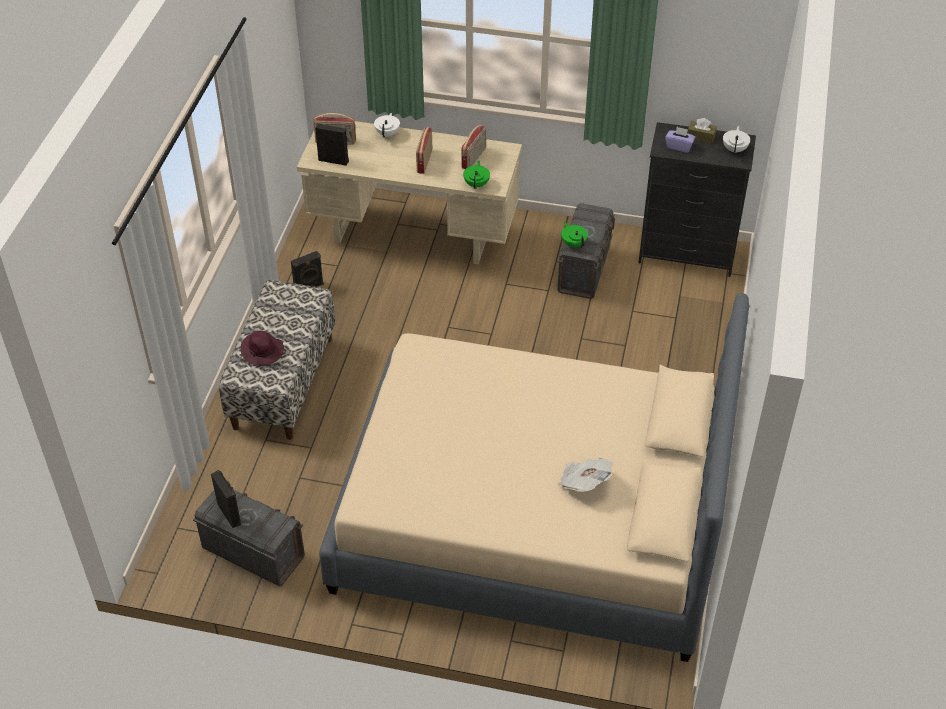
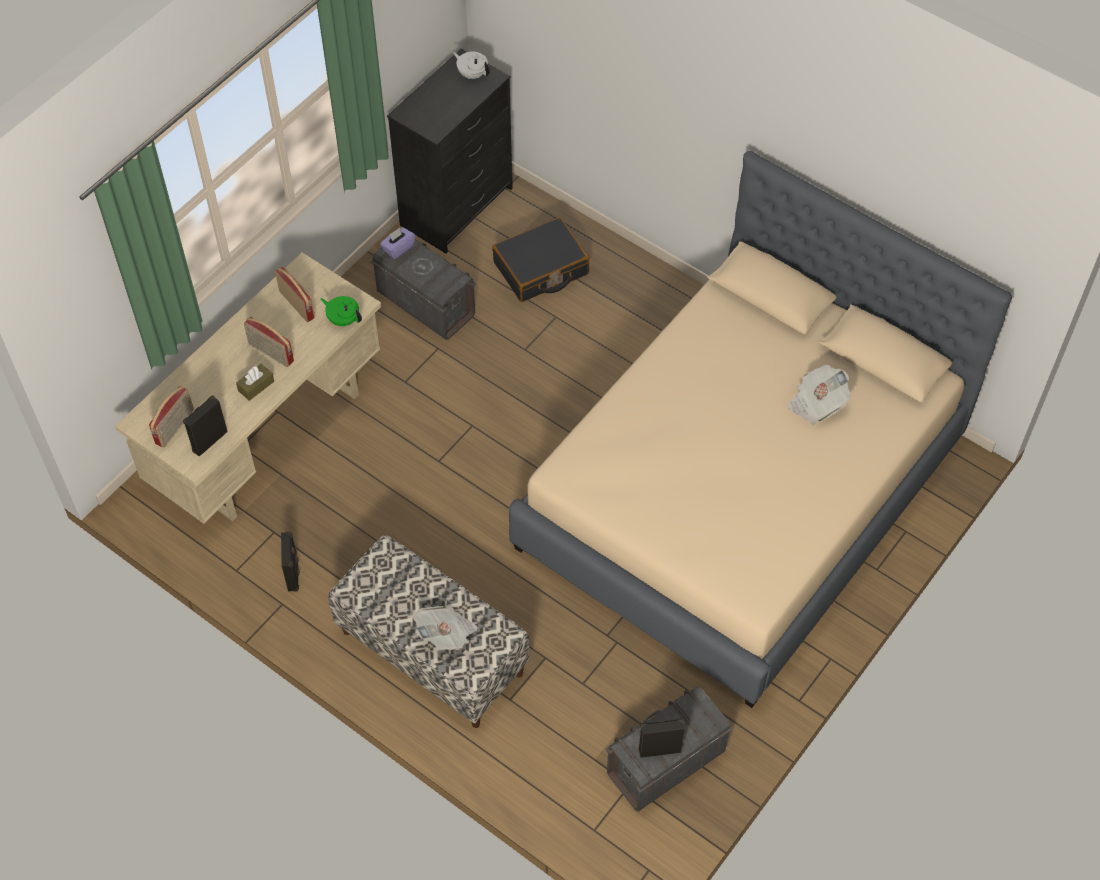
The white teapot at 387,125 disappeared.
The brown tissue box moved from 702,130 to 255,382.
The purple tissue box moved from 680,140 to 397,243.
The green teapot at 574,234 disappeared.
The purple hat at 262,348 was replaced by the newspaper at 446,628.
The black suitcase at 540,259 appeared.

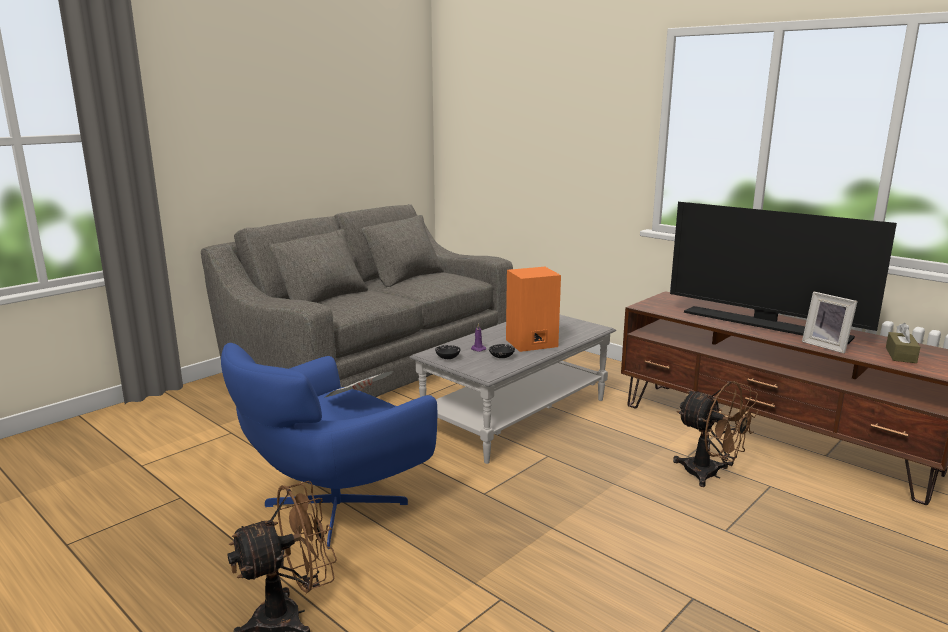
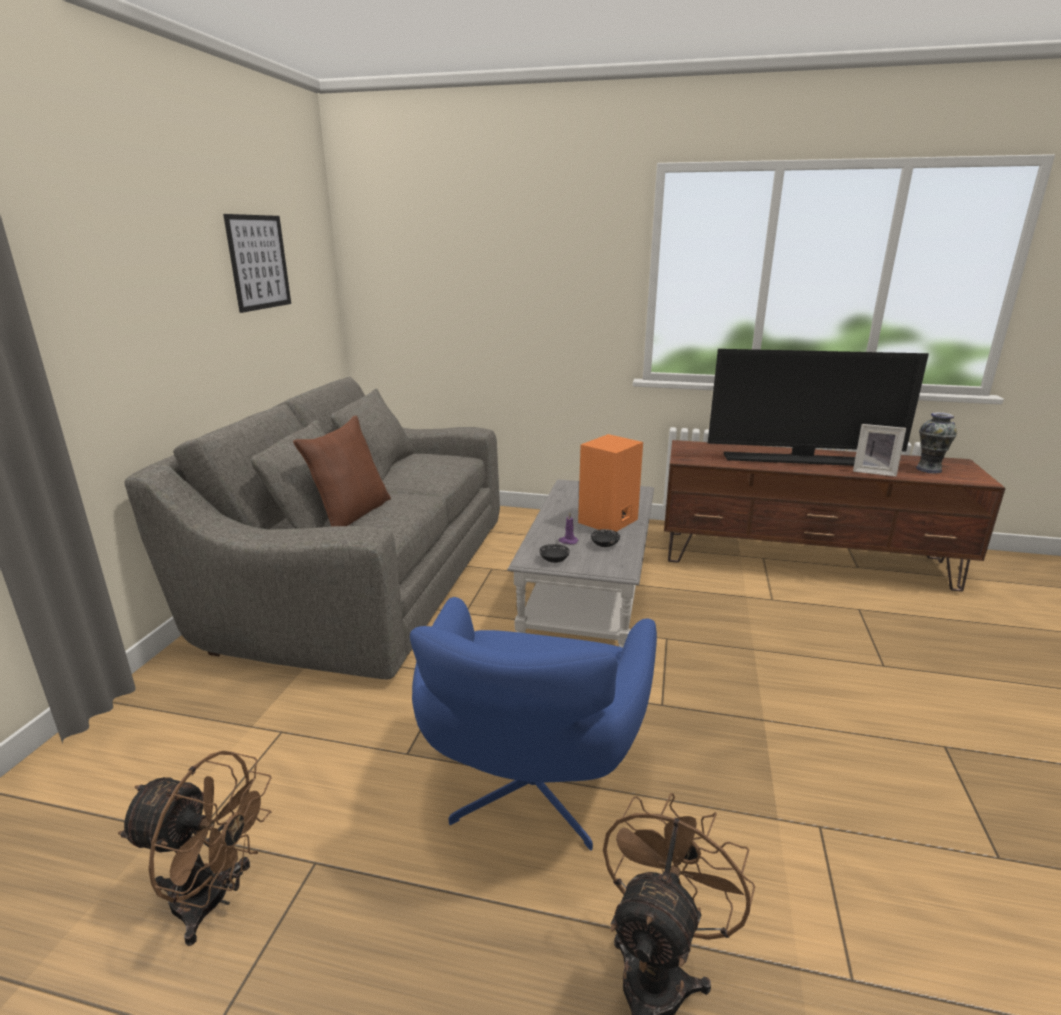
The brown tissue box at 903,343 was replaced by the vase at 936,442.
The newspaper at 359,384 disappeared.
The brown fan moved from 716,434 to 195,848.
The picture at 257,263 appeared.
The brown pillow at 342,471 appeared.

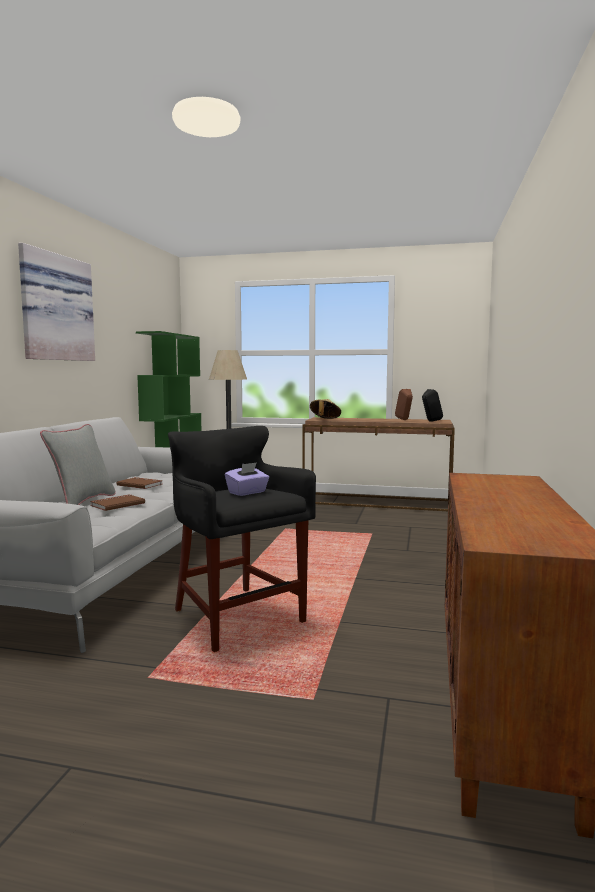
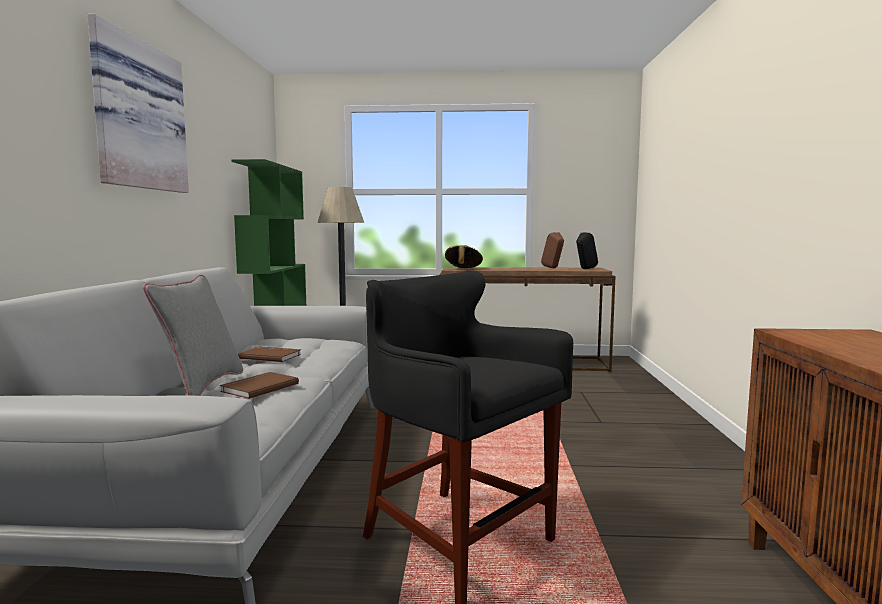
The purple tissue box at 247,479 disappeared.

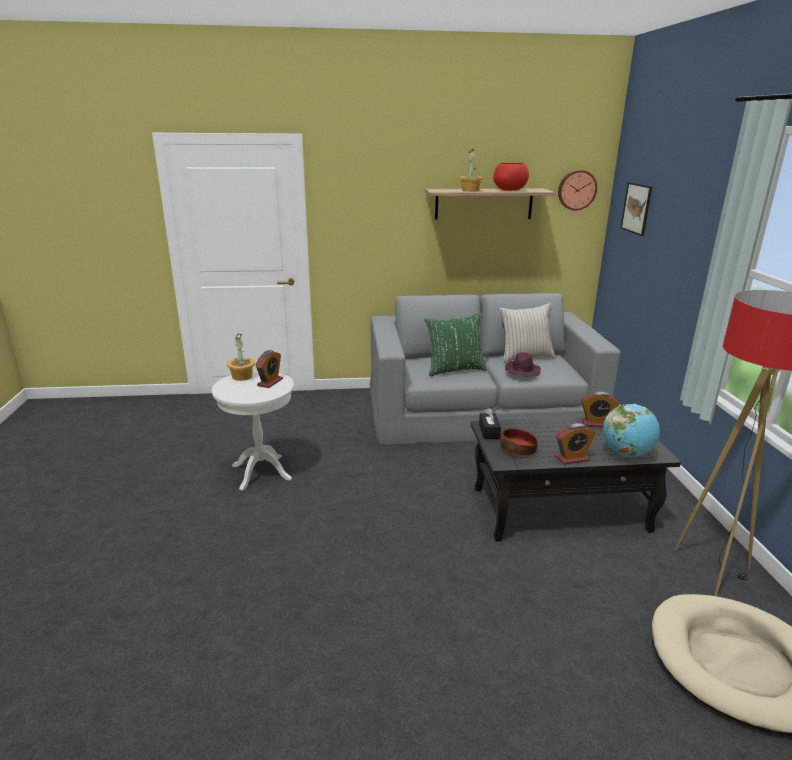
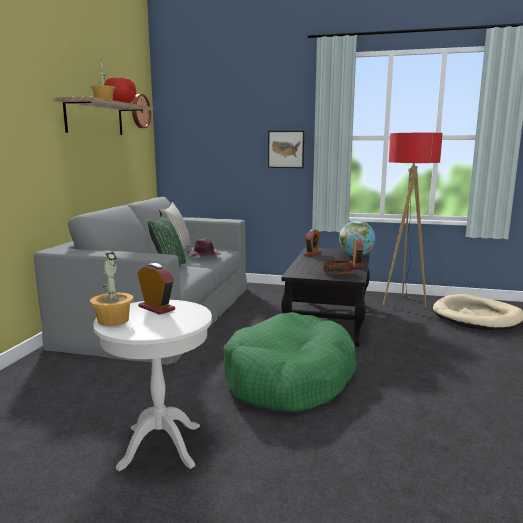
The picture moved from 636,209 to 286,149.
The black tissue box at 490,423 disappeared.
The green dog bed at 290,362 appeared.

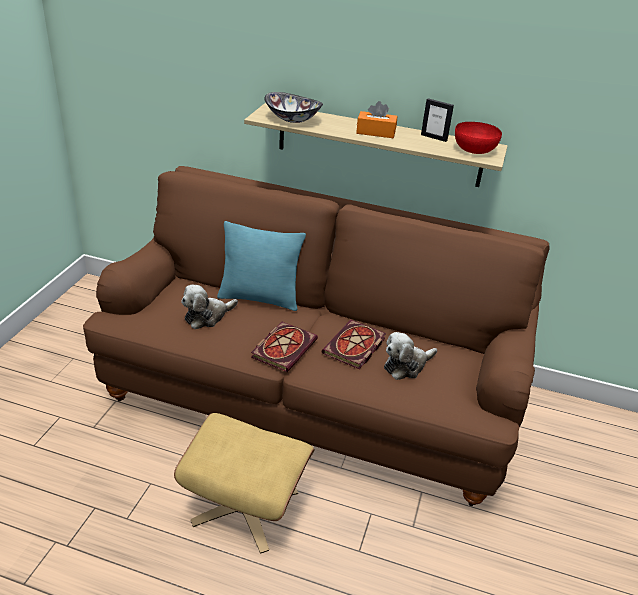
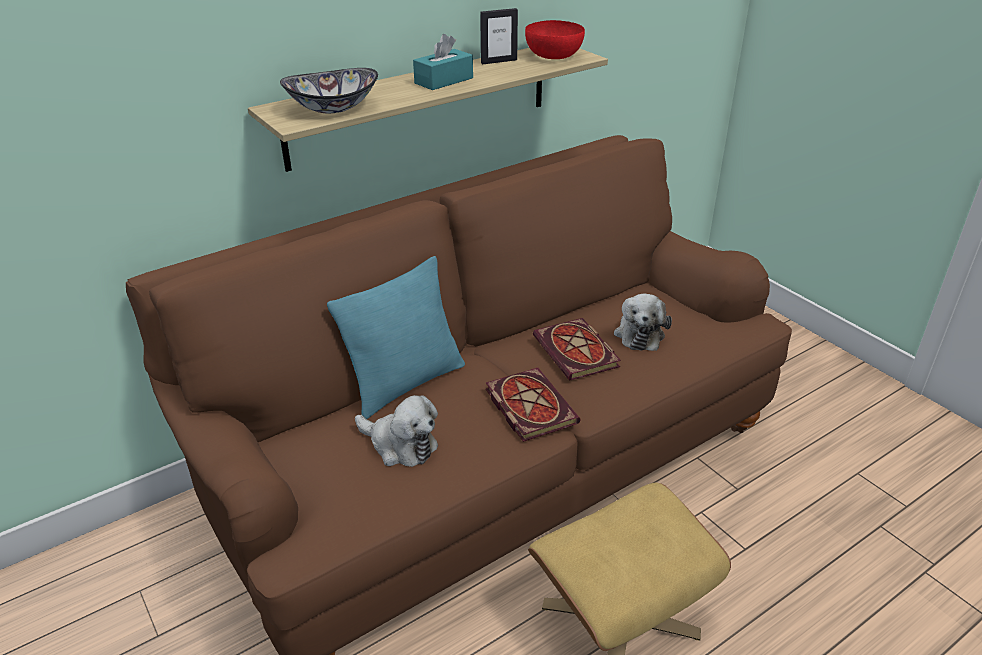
The orange tissue box at 376,119 became the turquoise tissue box at 443,62.
The plush toy at 209,306 turned 60 degrees counterclockwise.

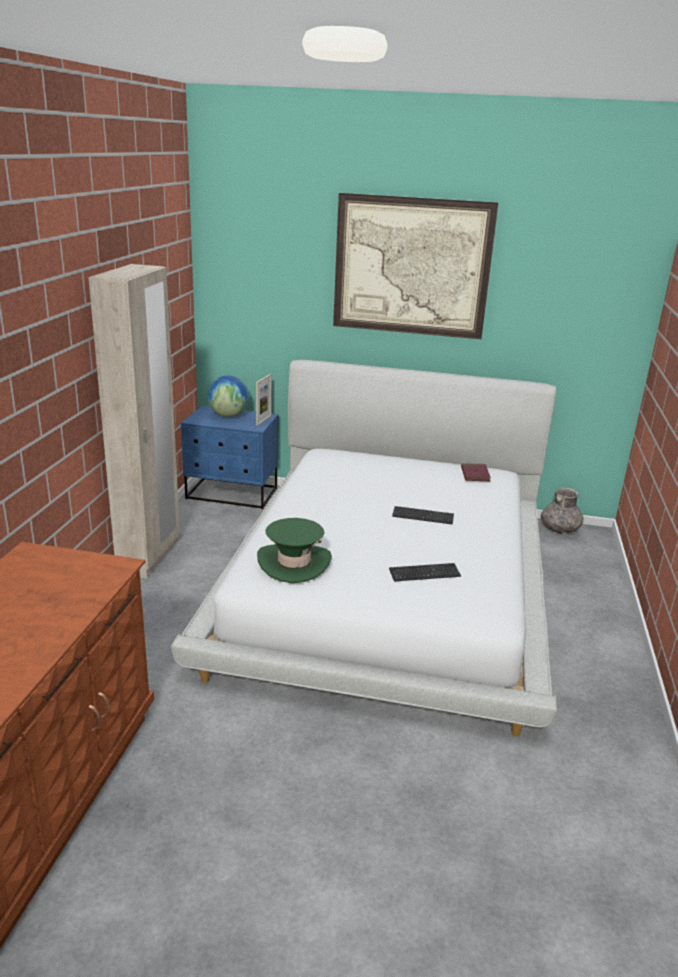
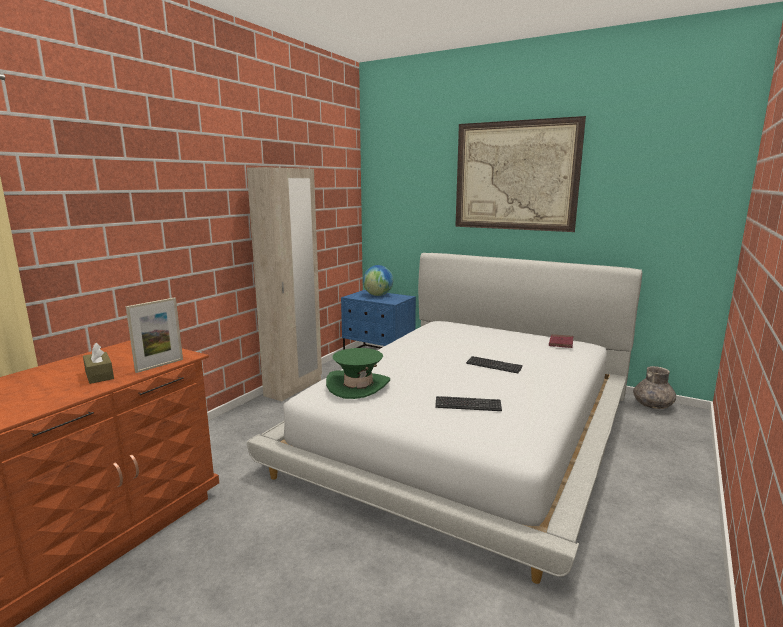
The picture frame moved from 264,400 to 154,335.
The brown tissue box at 98,363 appeared.

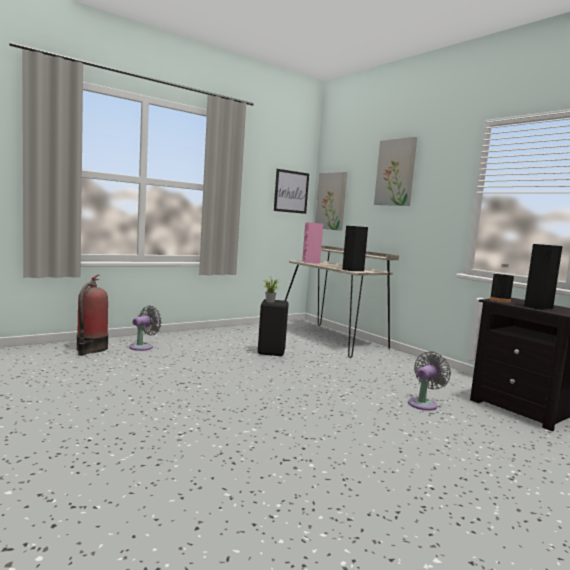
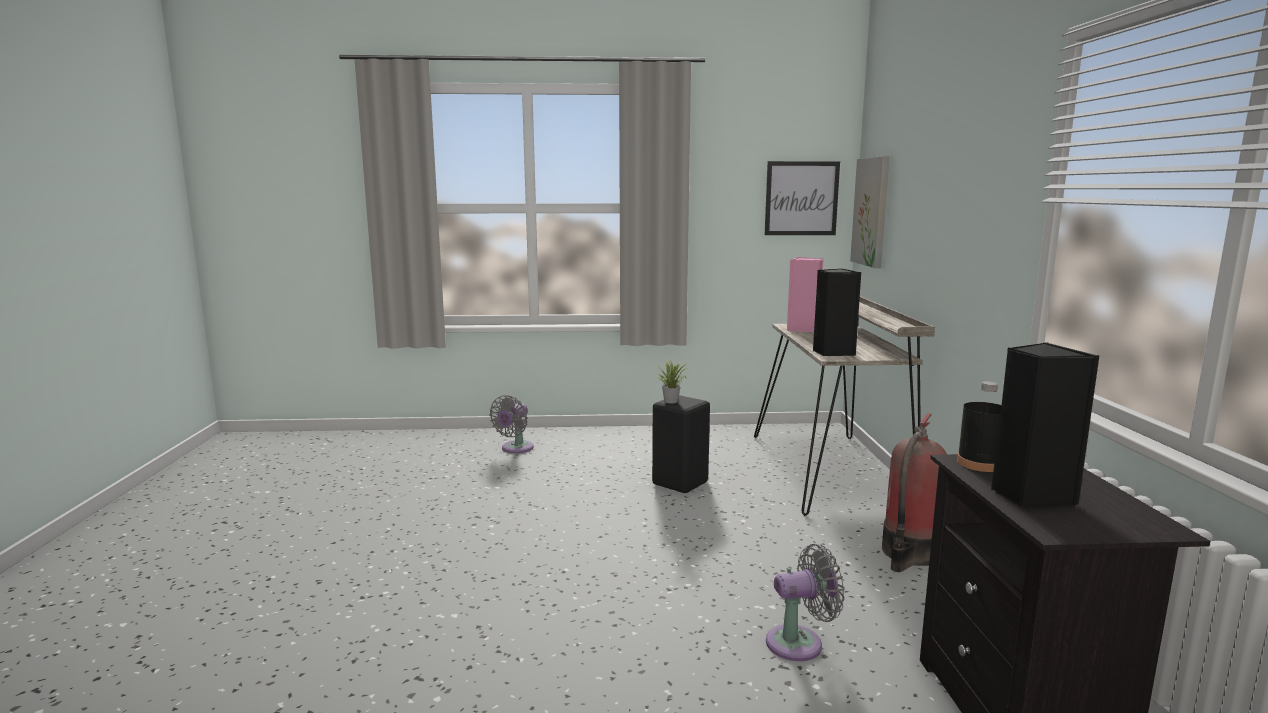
The picture at 395,171 disappeared.
The fire extinguisher moved from 92,315 to 914,492.
The grey fan at 145,328 turned 135 degrees clockwise.

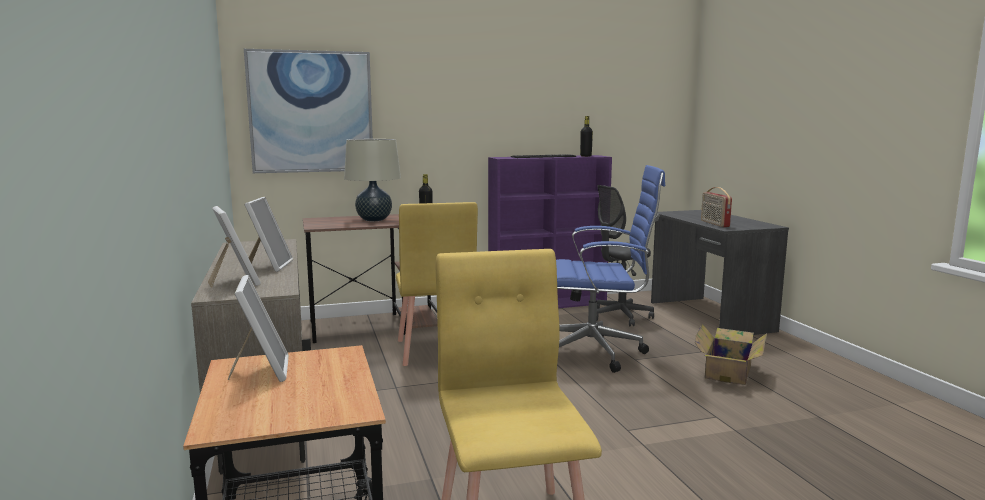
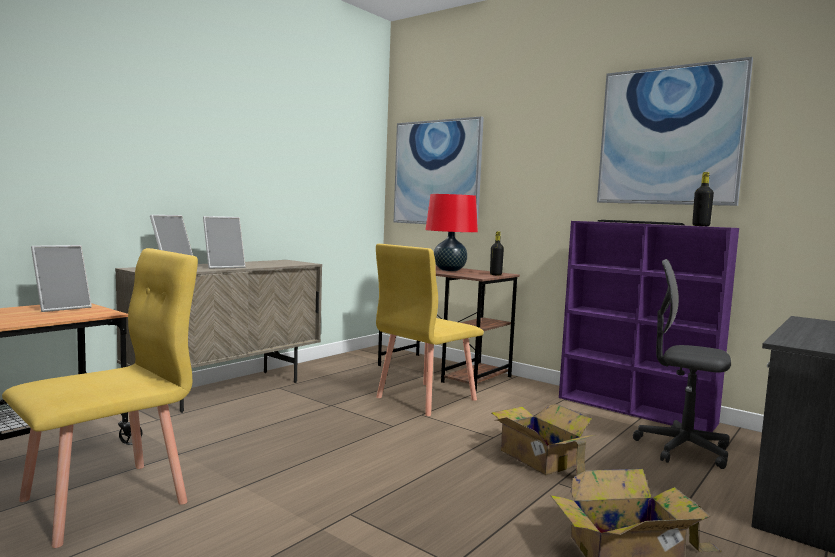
The beige table lamp at 372,180 became the red table lamp at 451,232.
The blue office chair at 610,269 was replaced by the cardboard box at 543,439.
The radio at 716,207 disappeared.
The picture at 675,131 appeared.

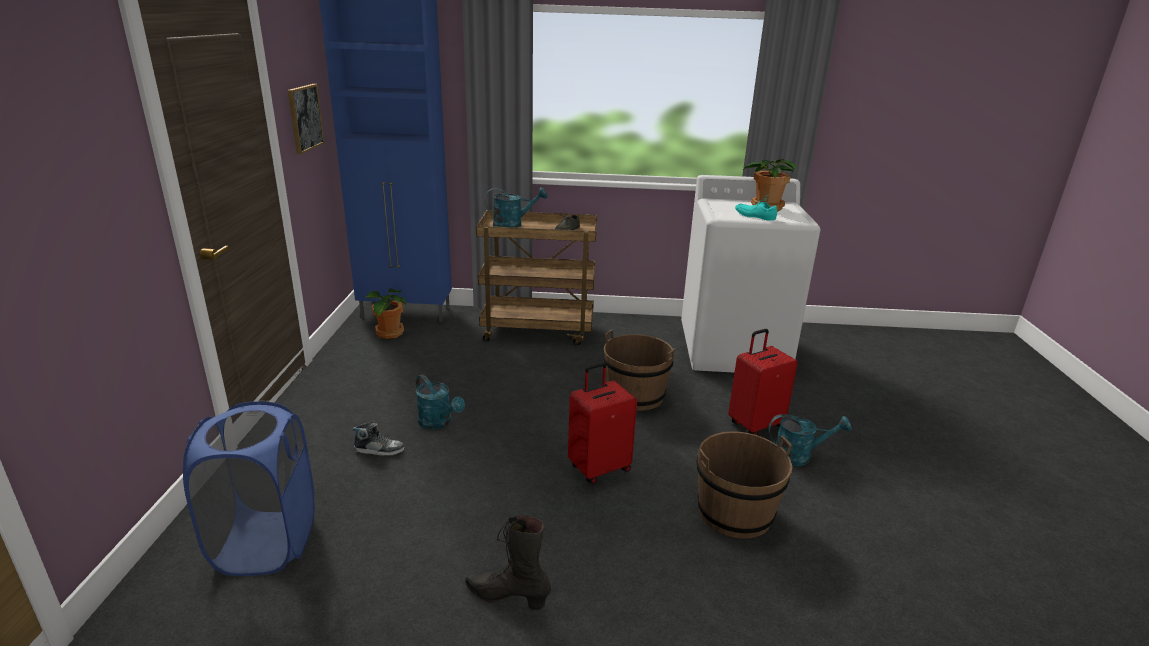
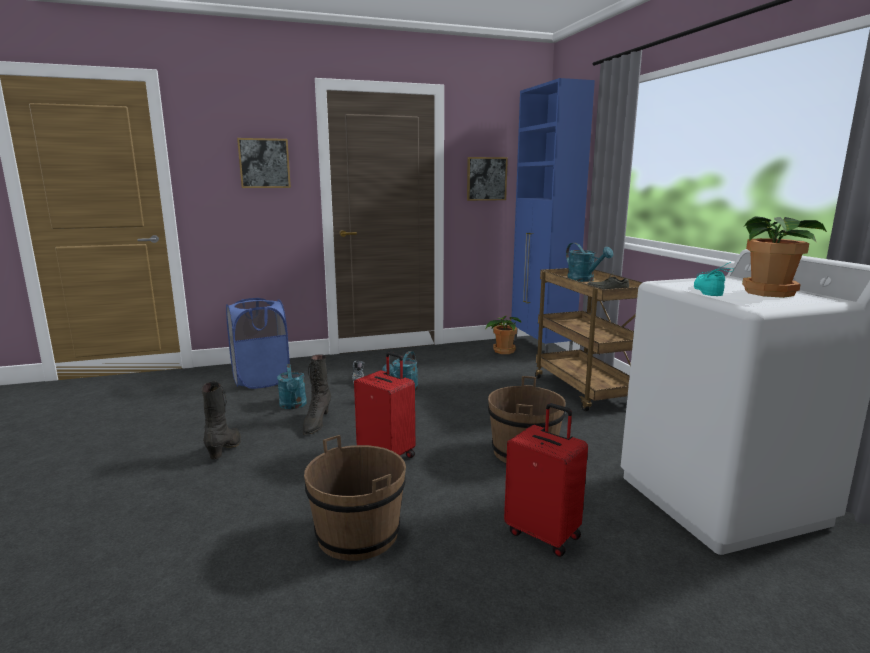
The turquoise watering can moved from 810,440 to 292,386.
The picture at 264,163 appeared.
The black boot at 317,394 appeared.

